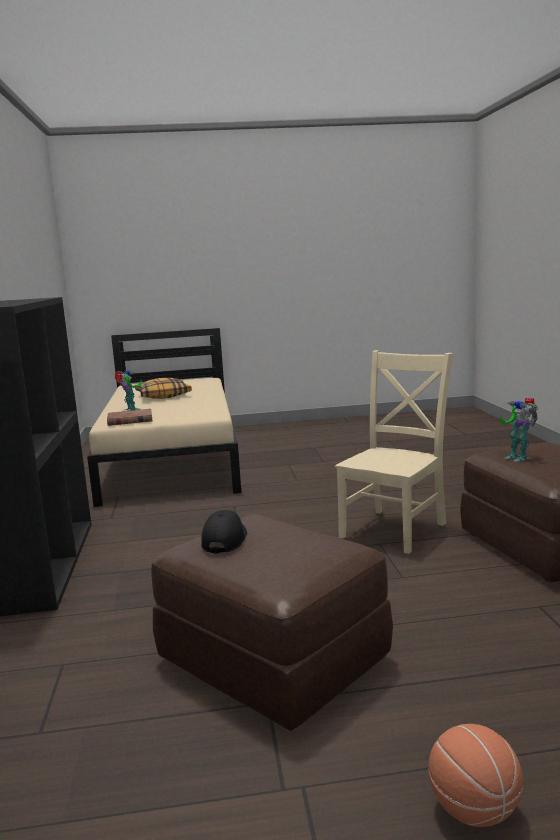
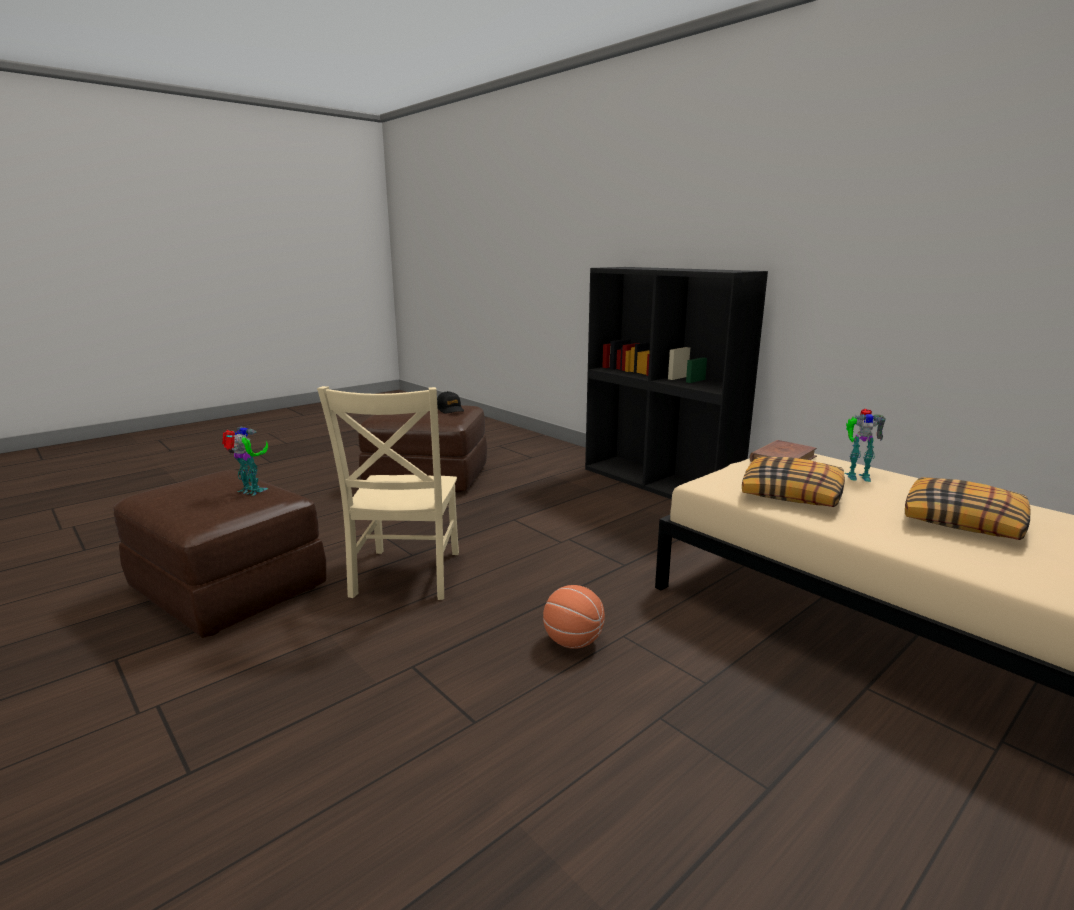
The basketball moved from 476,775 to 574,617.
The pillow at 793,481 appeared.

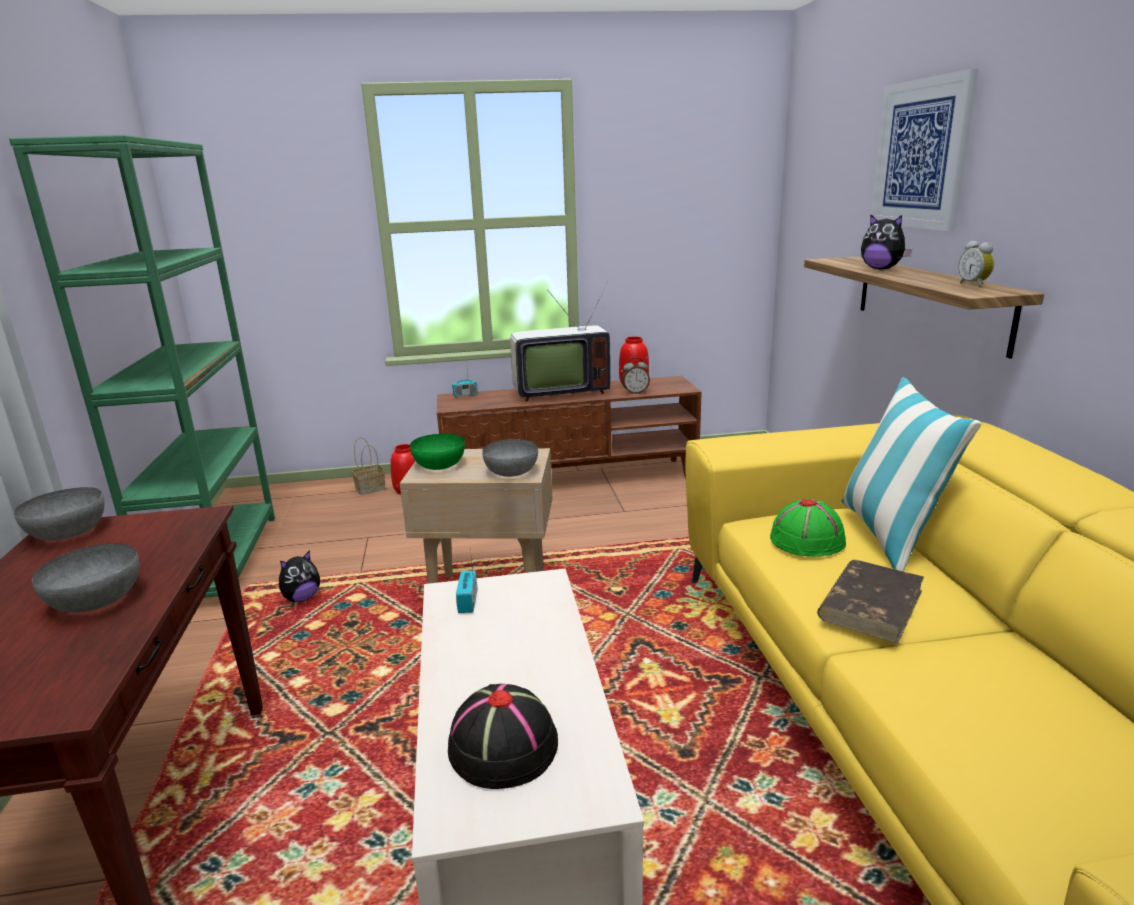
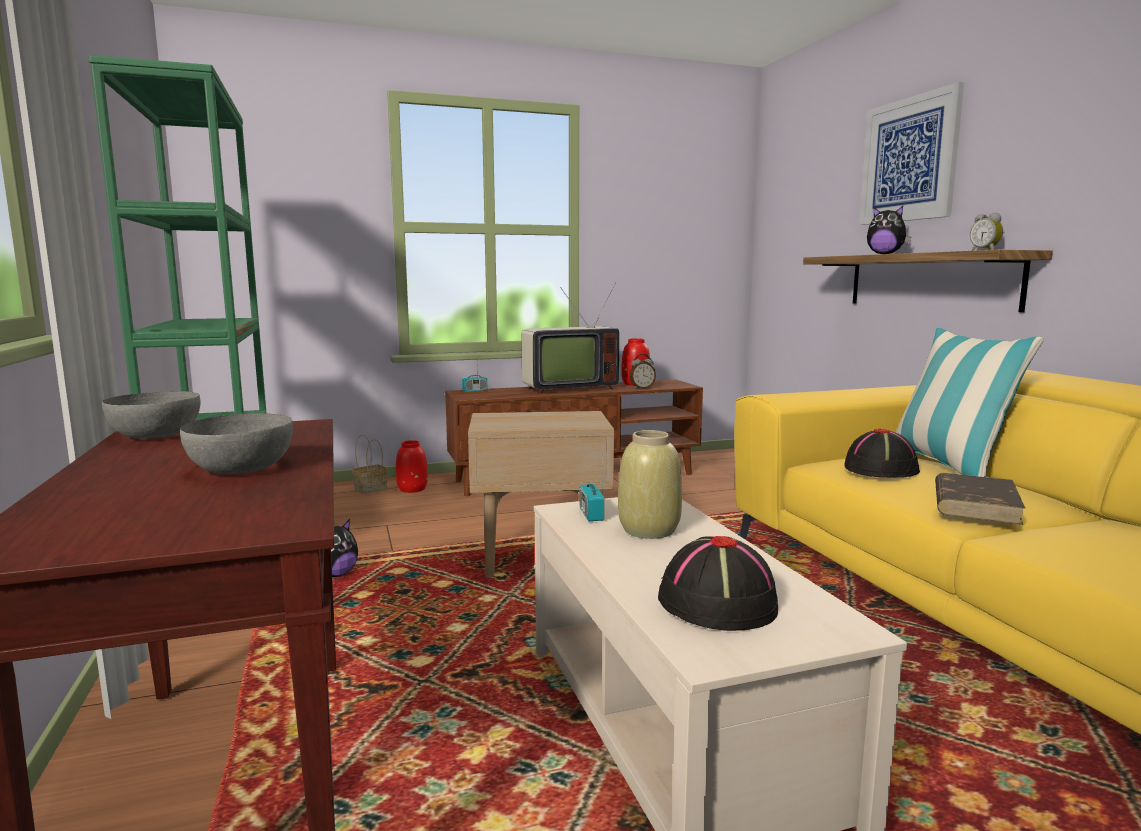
The green bowl at 437,452 disappeared.
The grey bowl at 510,458 disappeared.
The green hat at 808,527 became the black hat at 882,453.
The beige vase at 650,484 appeared.

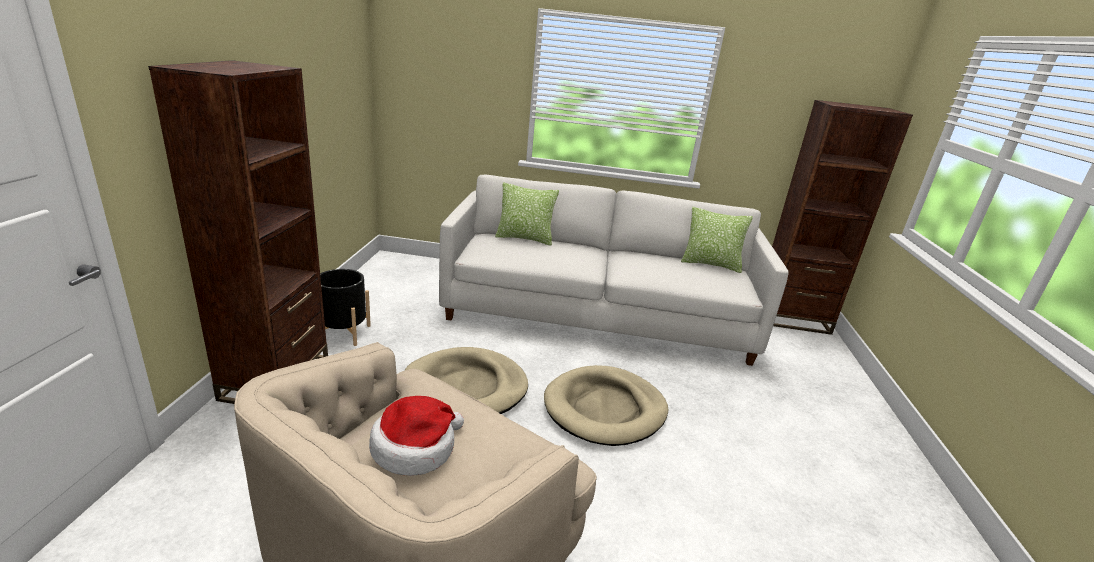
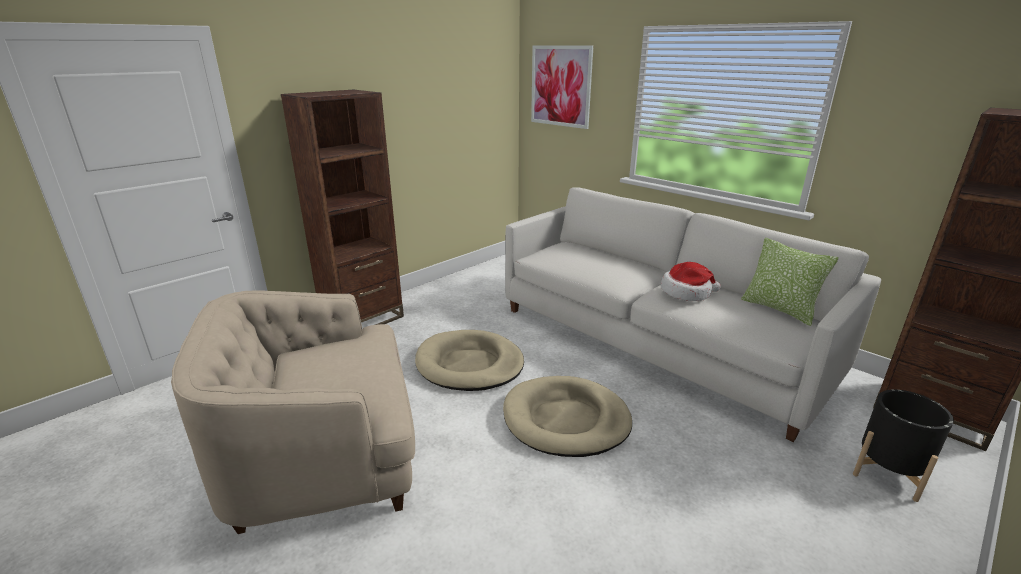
The pillow at 527,214 disappeared.
The black planter moved from 345,307 to 903,446.
The hat moved from 416,436 to 691,281.
The picture at 562,87 appeared.

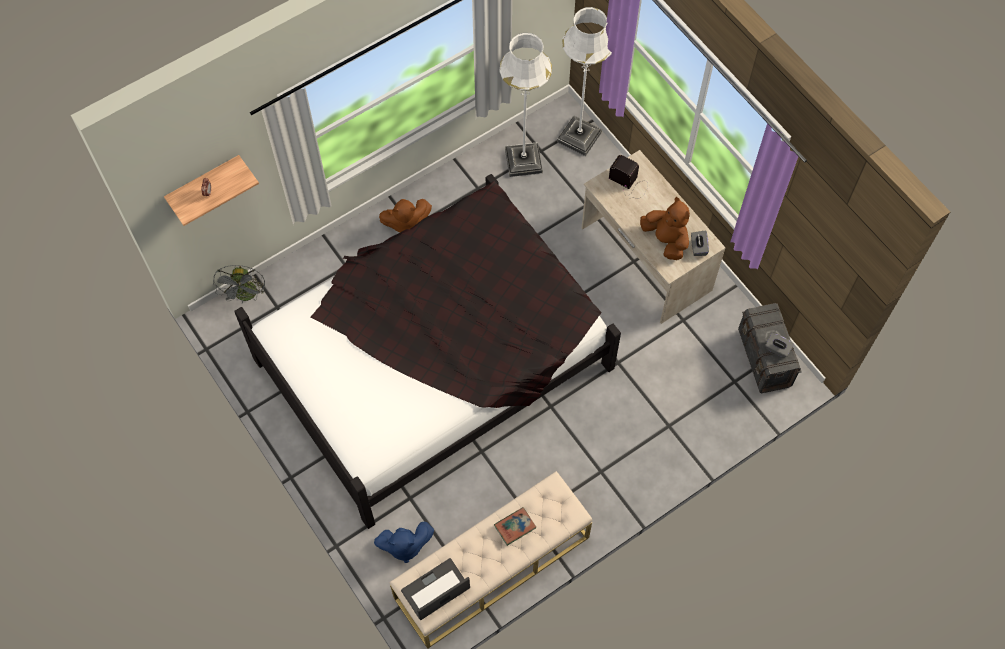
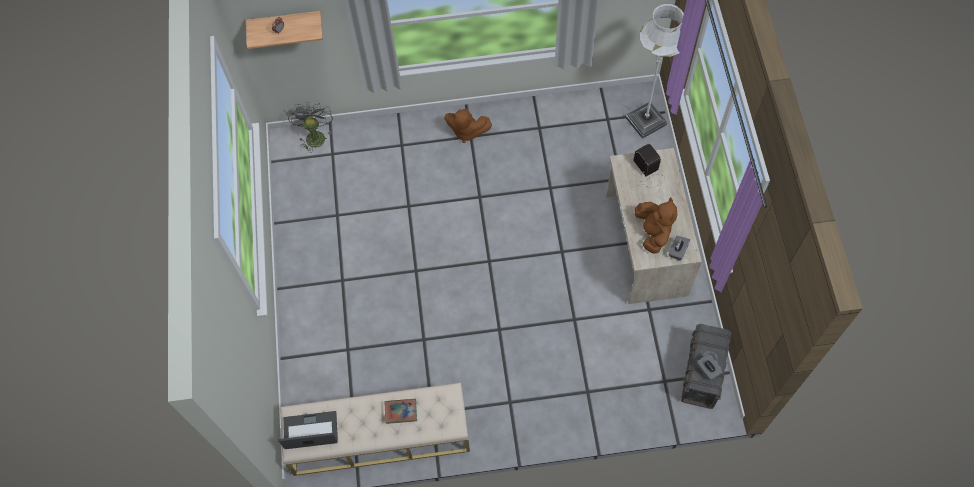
The white floor lamp at 525,105 disappeared.
The black bed at 427,351 disappeared.
The grey fan at 239,284 turned 150 degrees clockwise.
The blue plush toy at 404,542 disappeared.

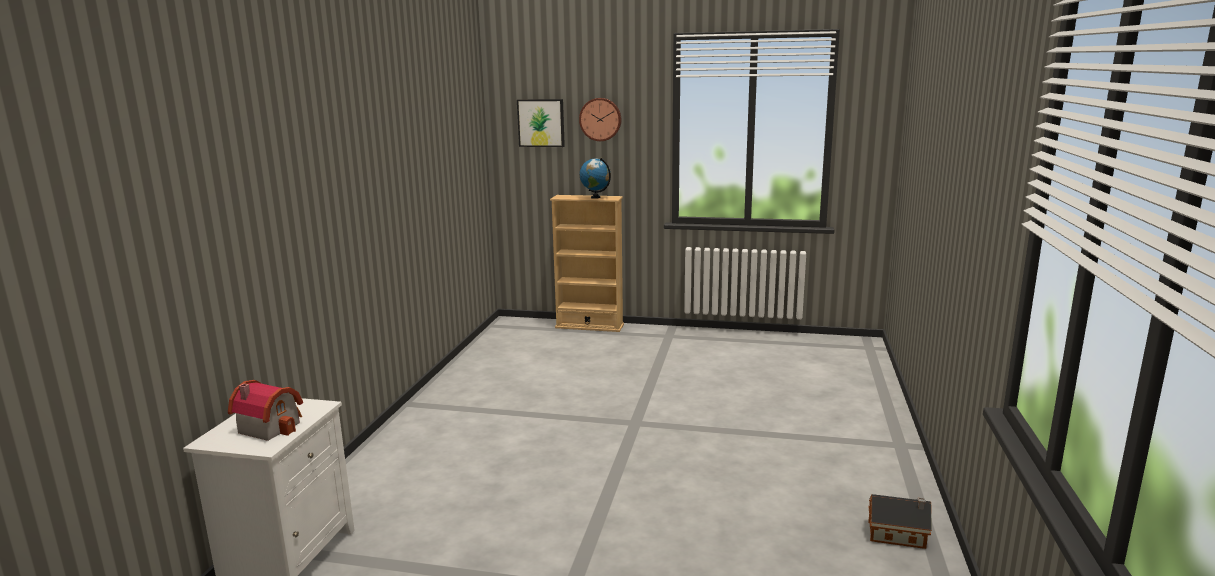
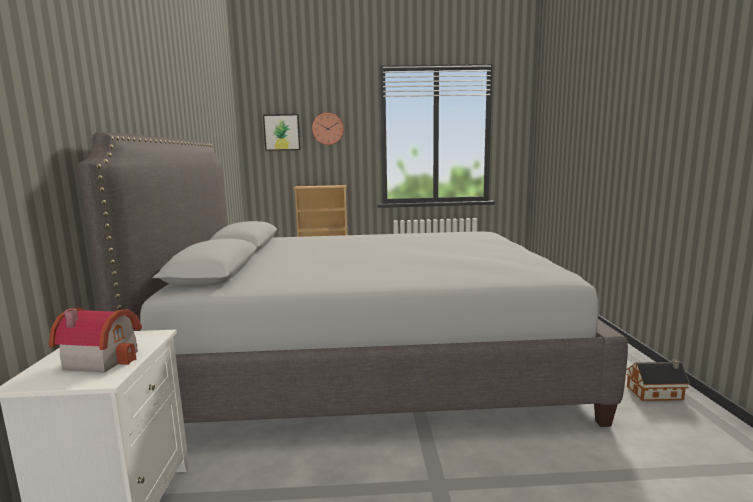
The globe at 595,178 disappeared.
The grey bed at 353,279 appeared.

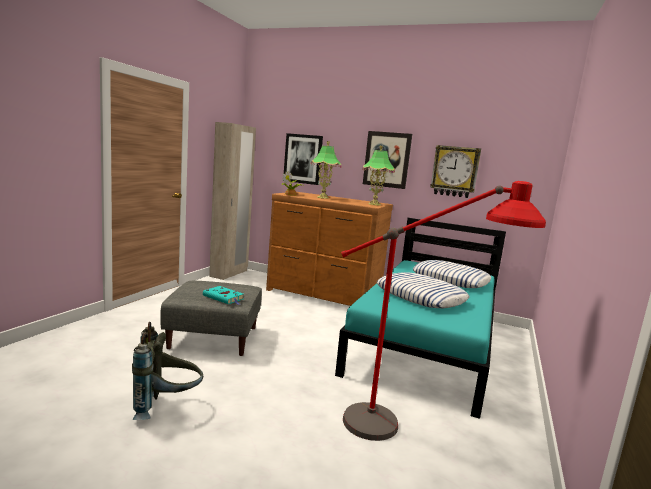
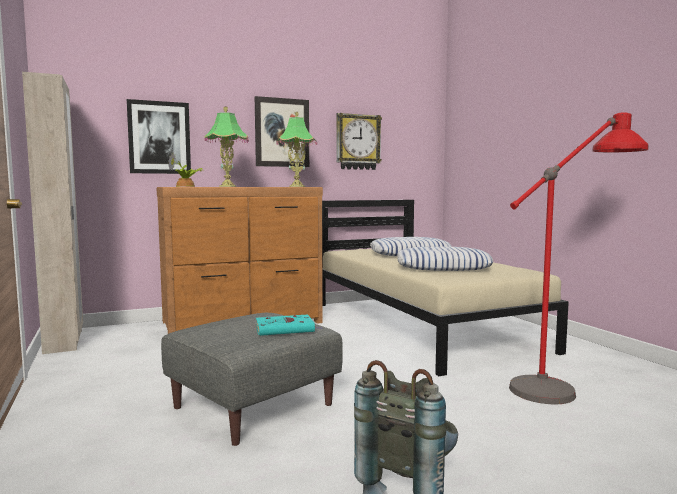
The turquoise bed at 420,318 became the beige bed at 445,288.

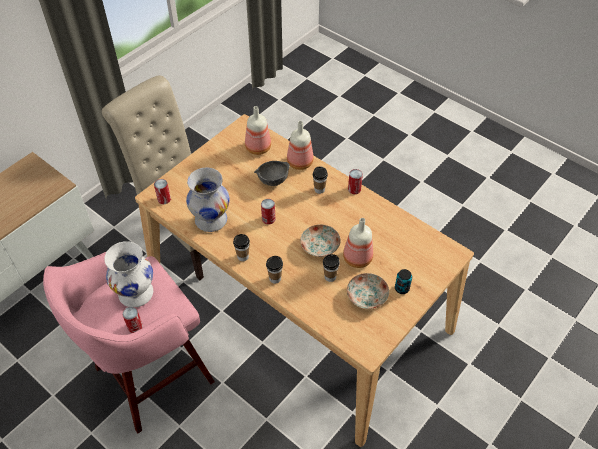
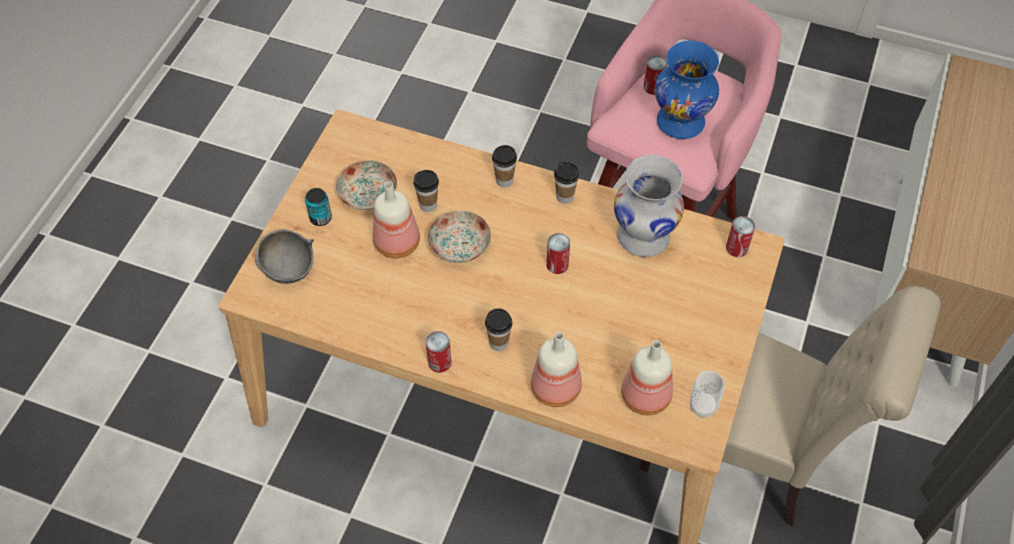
The grey bowl moved from 272,173 to 284,256.
The white vase at 128,274 became the blue vase at 687,89.
The cup at 707,394 appeared.

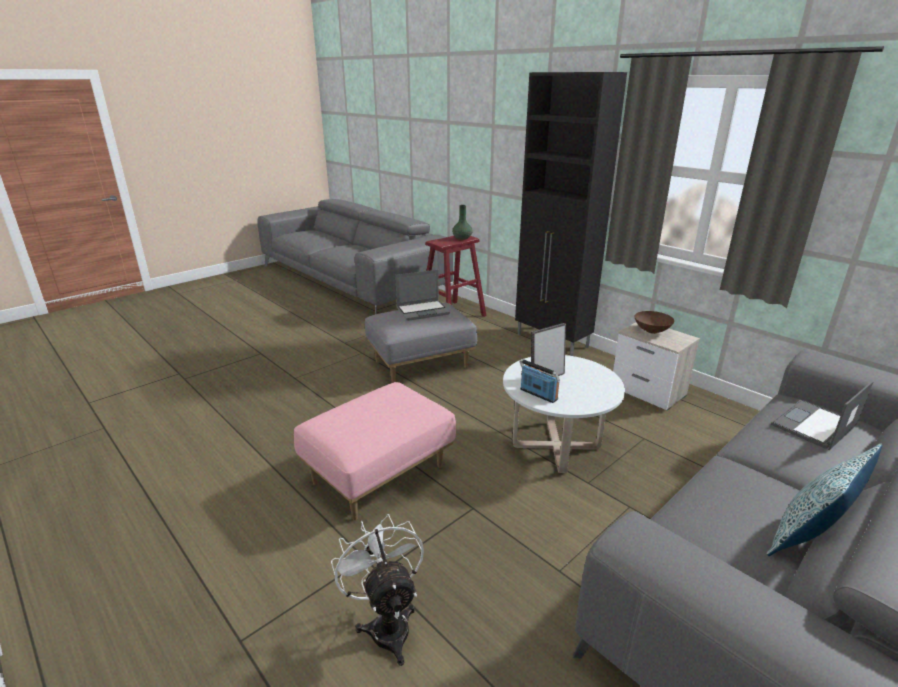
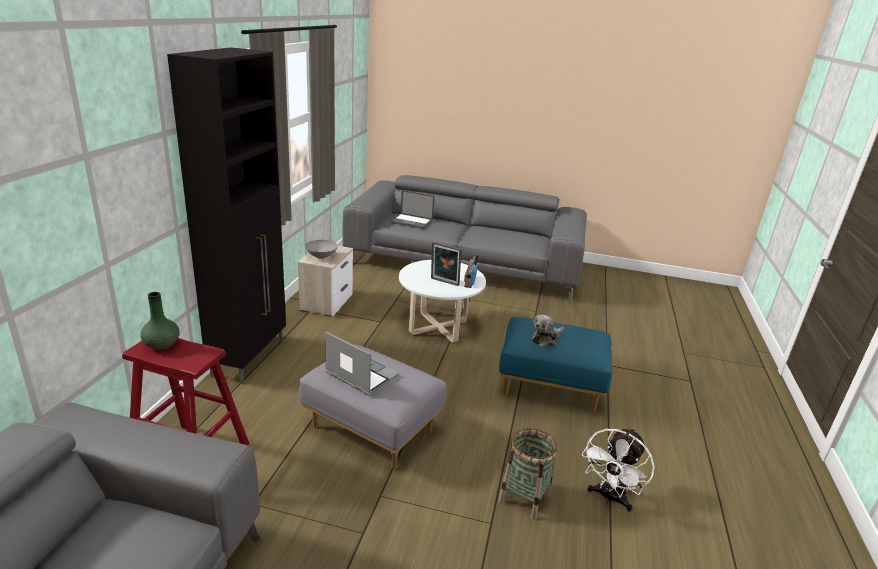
The brown bowl at 654,322 became the grey bowl at 321,249.
The pink ottoman at 375,451 became the blue ottoman at 555,364.
The pillow at 824,500 disappeared.
The white fan moved from 377,590 to 618,470.
The plush toy at 548,331 appeared.
The basket at 527,474 appeared.

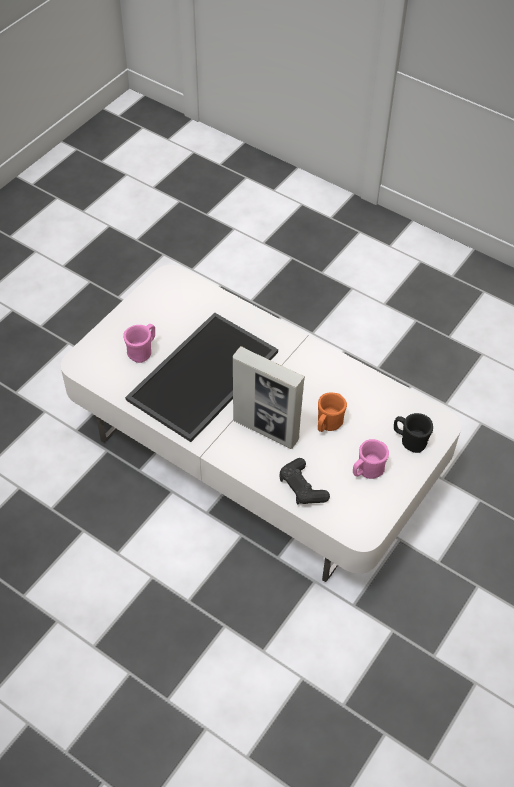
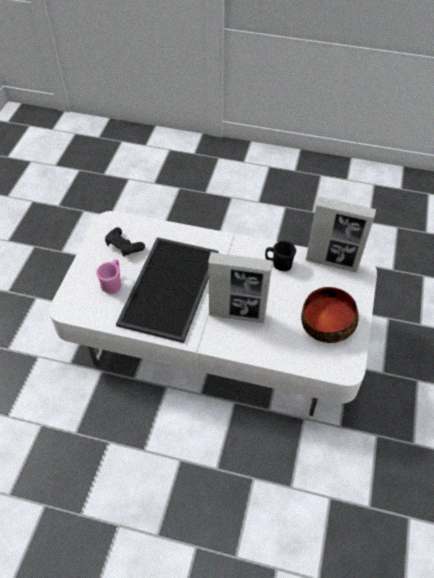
The orange mug at 332,412 disappeared.
The black mug moved from 413,433 to 280,256.
The pink mug at 371,459 was replaced by the bowl at 330,315.
The black game controller moved from 304,481 to 125,242.
The picture frame at 341,234 appeared.

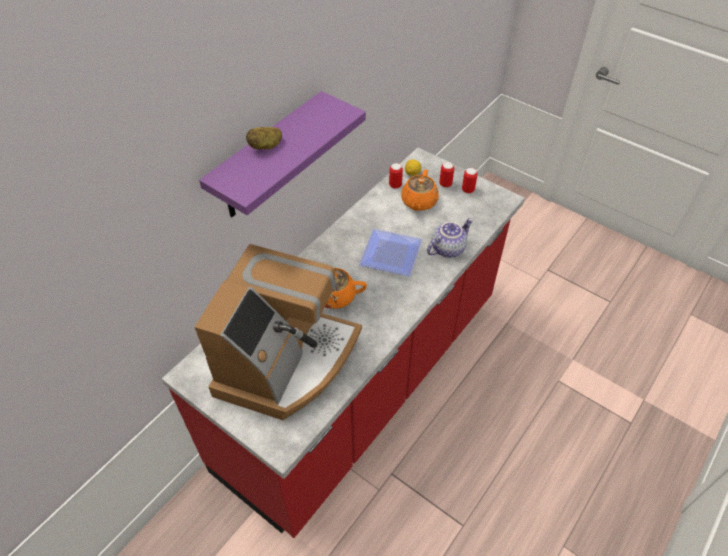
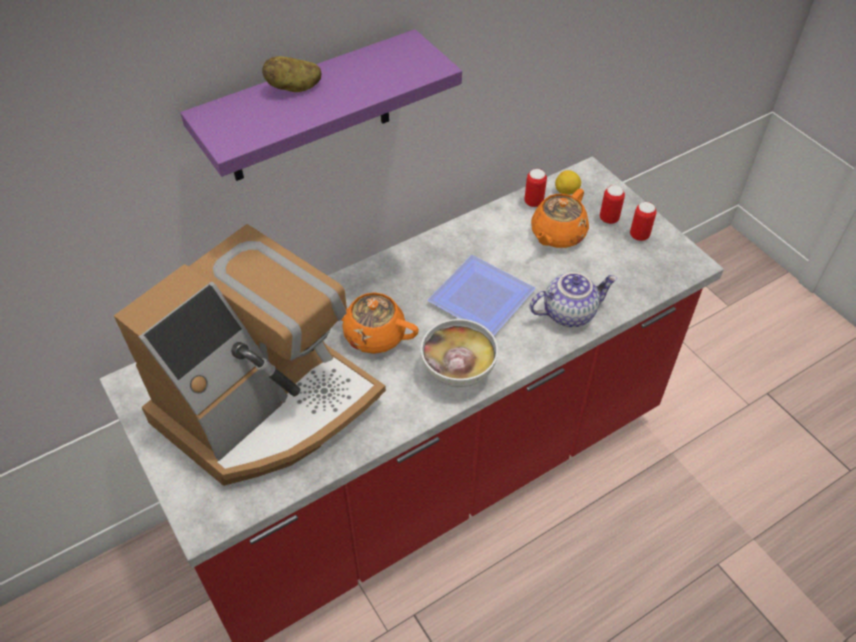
The bowl at 459,353 appeared.

